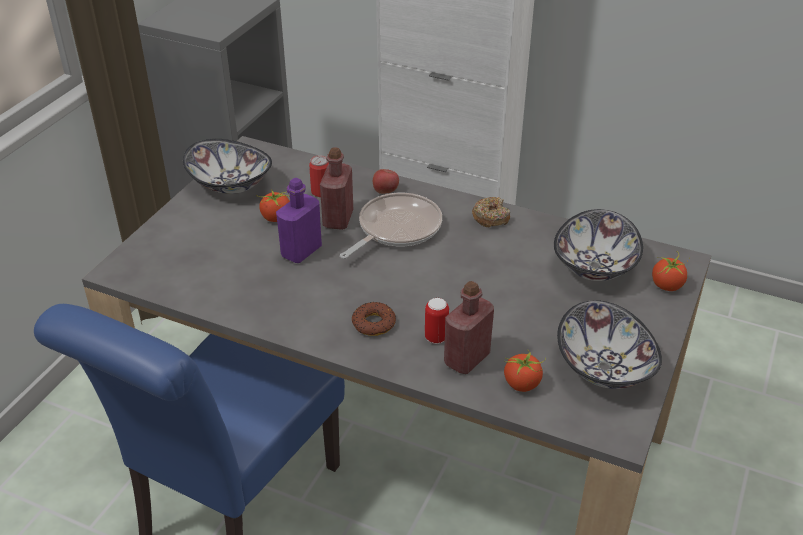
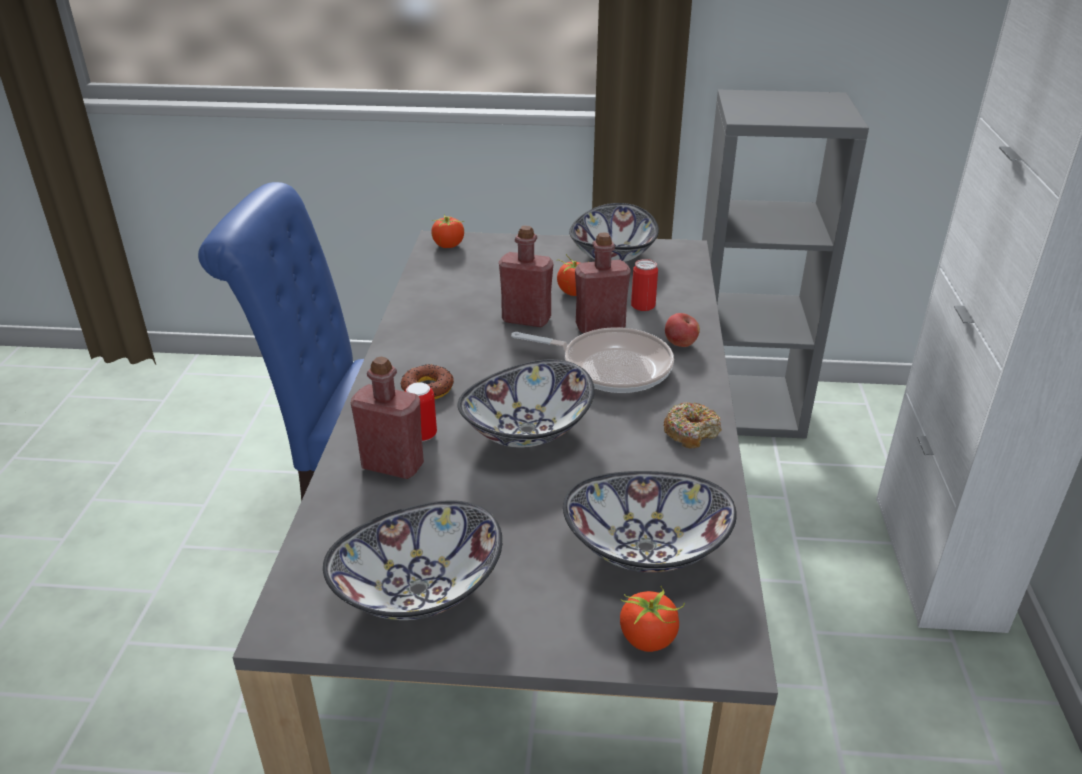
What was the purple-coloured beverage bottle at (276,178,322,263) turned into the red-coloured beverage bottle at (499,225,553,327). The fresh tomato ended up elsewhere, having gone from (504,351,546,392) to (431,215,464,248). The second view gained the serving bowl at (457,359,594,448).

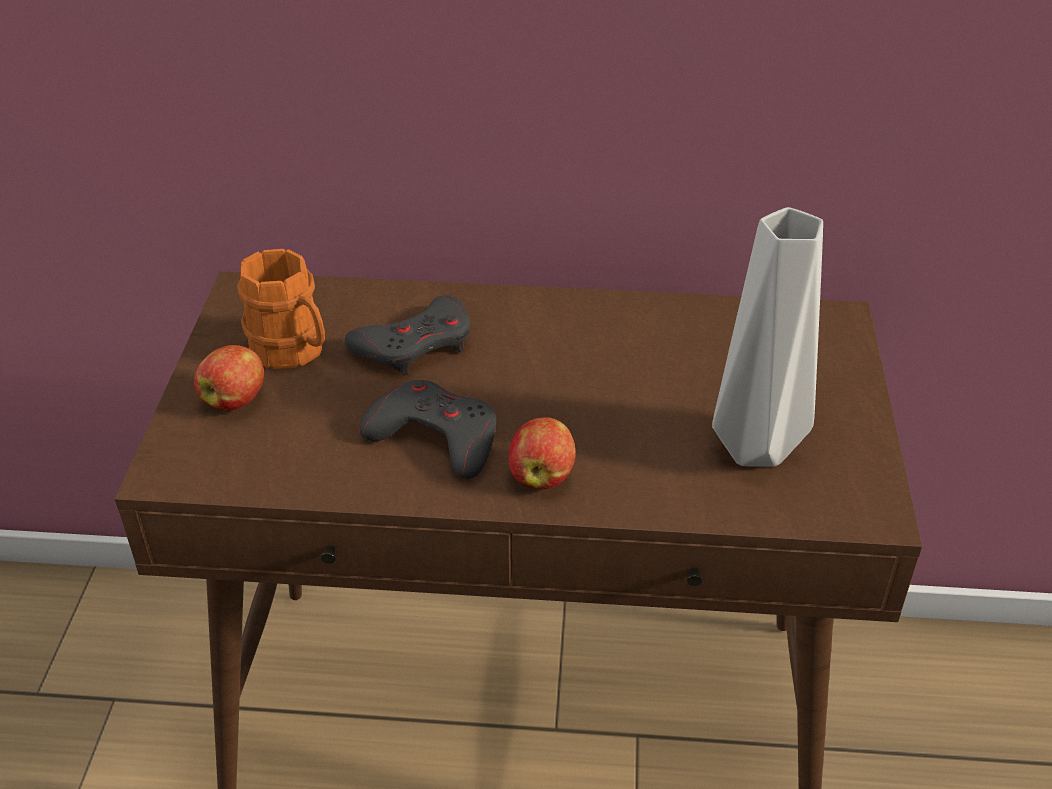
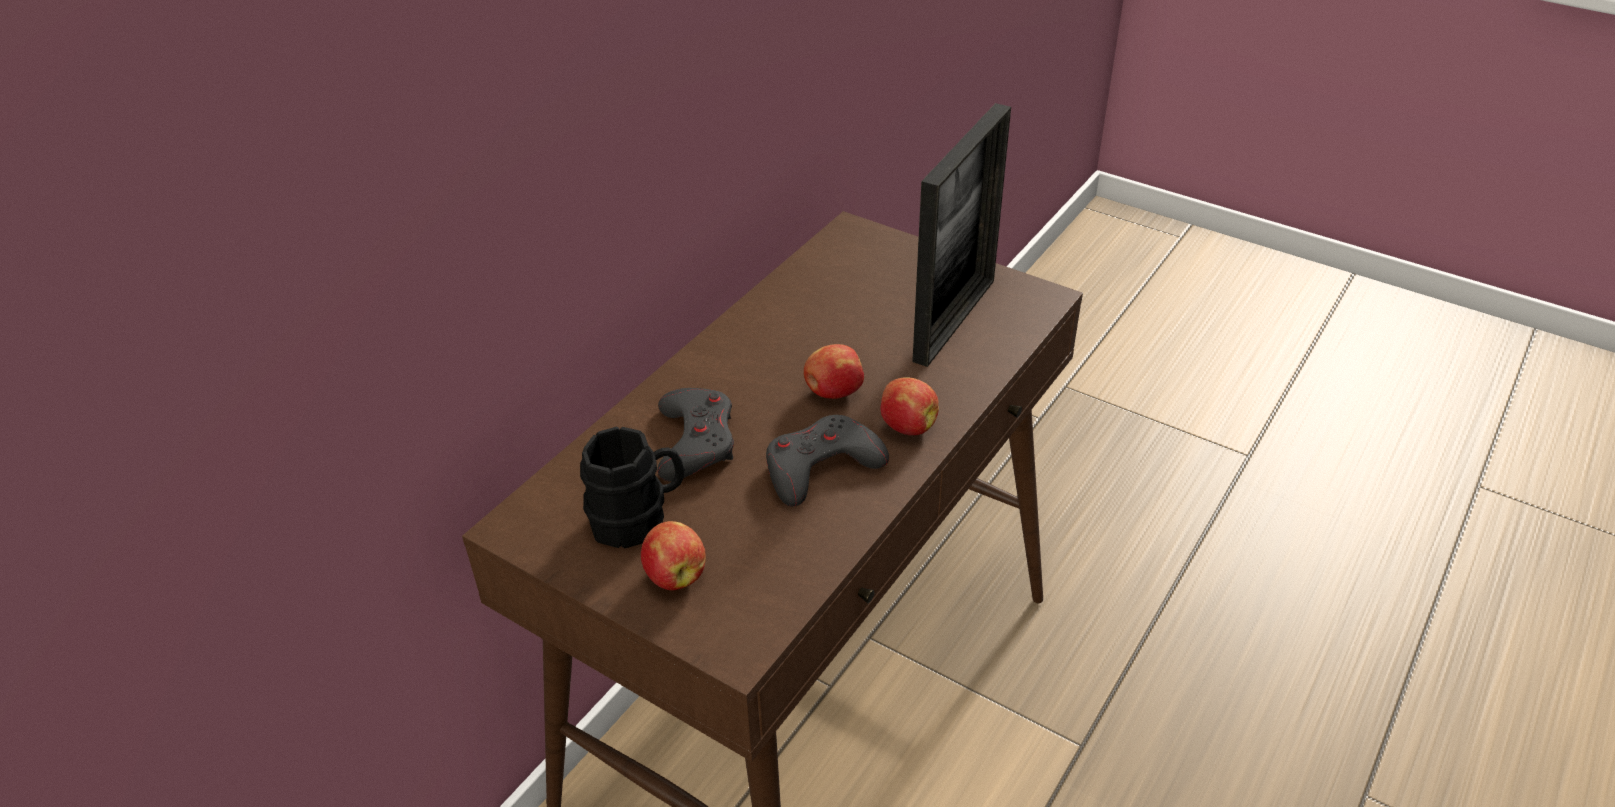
What was the orange-coloured tea mug at (237,249,325,369) turned into the black-coloured tea mug at (580,427,684,548). Where the greyish flower vase stood at (712,207,823,467), the standing frame came to stand at (912,103,1011,367). The second view gained the whole apple at (804,344,864,399).

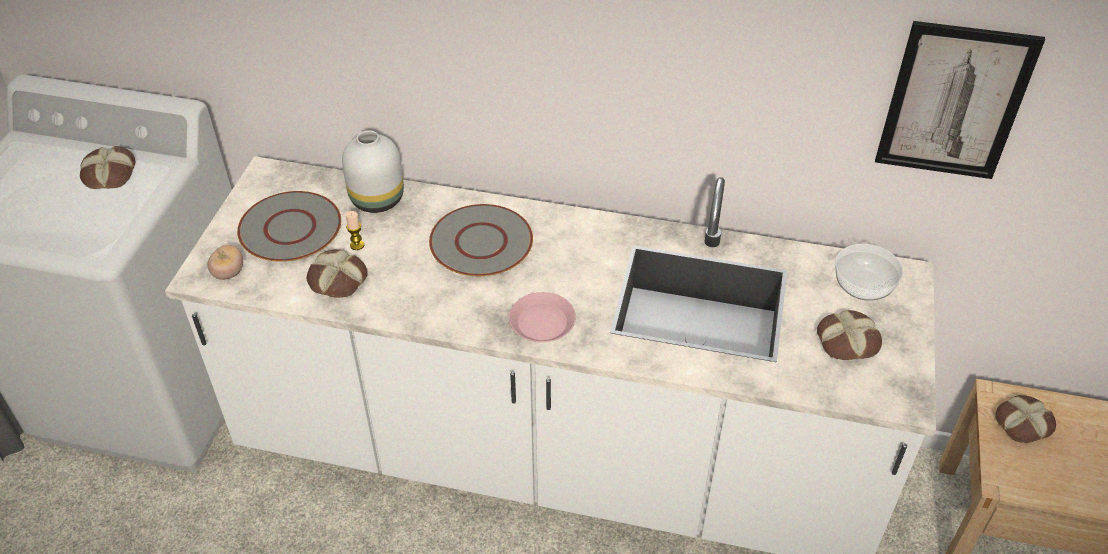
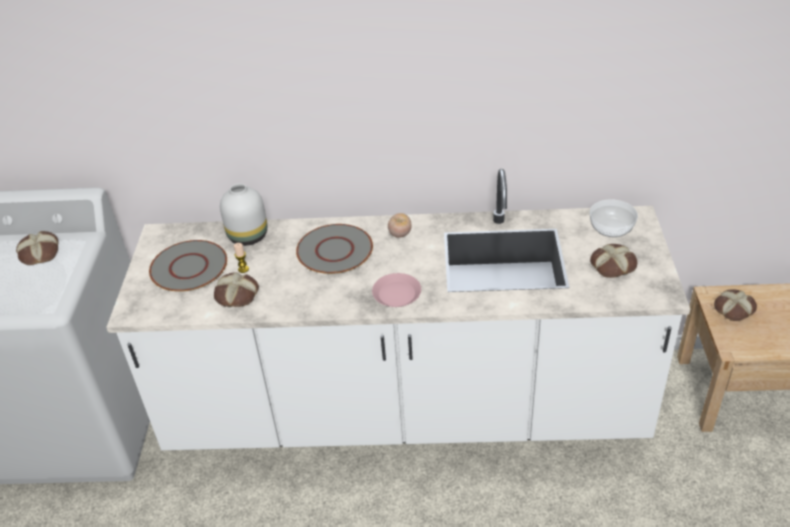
The fresh tomato ended up elsewhere, having gone from (207,245,243,280) to (388,213,412,238). The second view lost the wall picture at (875,21,1045,179).

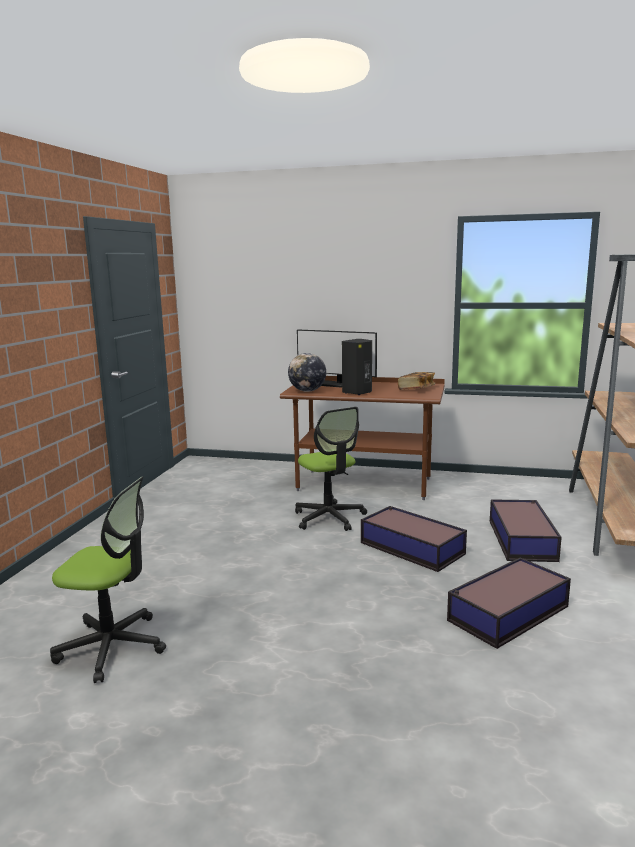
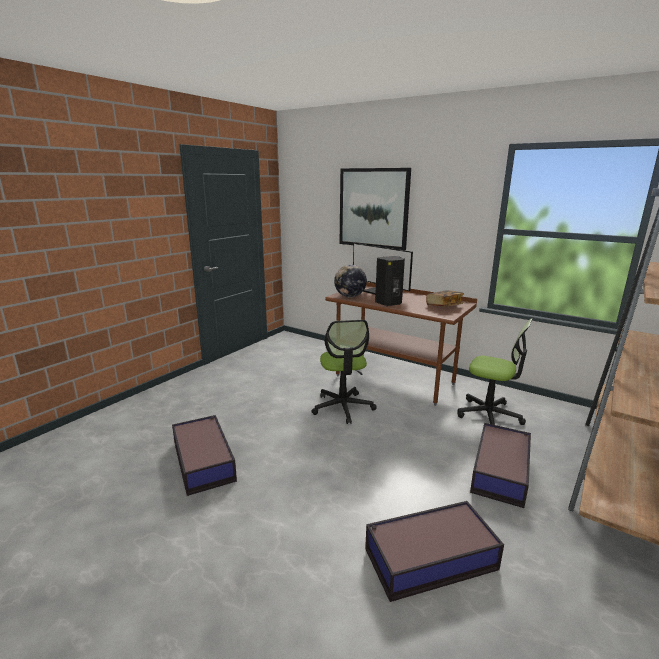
The computer chair ended up elsewhere, having gone from (50,476,166,683) to (457,318,532,425). The storage box ended up elsewhere, having gone from (361,506,467,572) to (172,415,237,496). The second view gained the wall picture at (340,168,411,250).

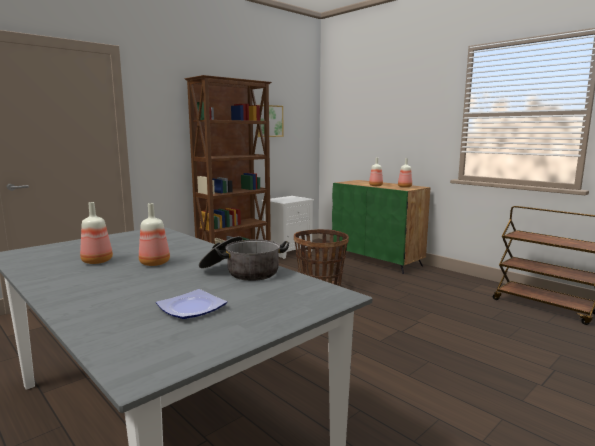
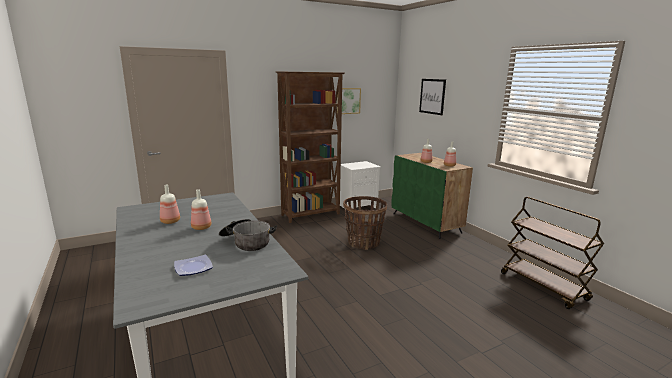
The second view gained the wall picture at (419,79,446,115).

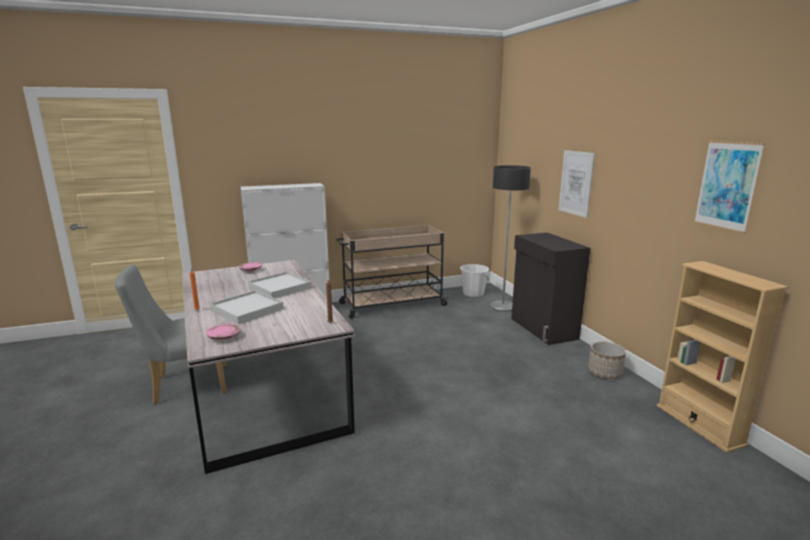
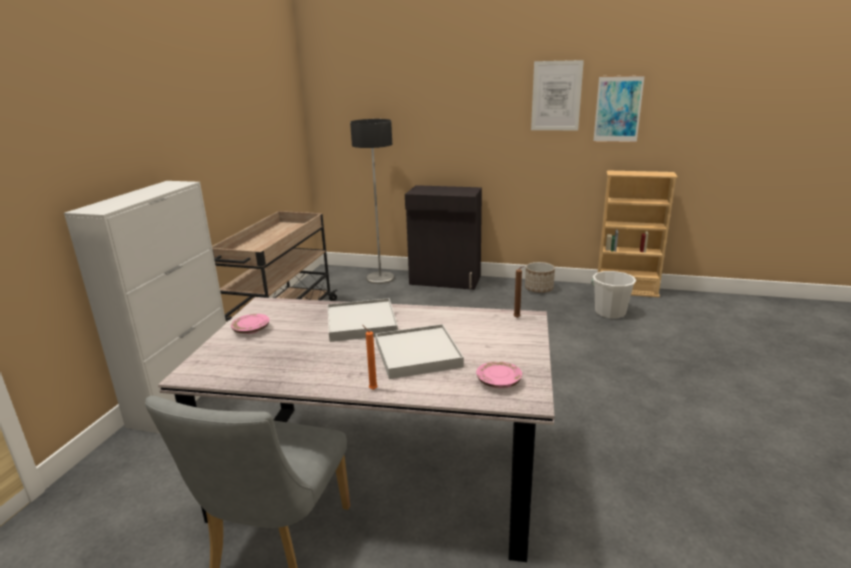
The whitish pail ended up elsewhere, having gone from (460,264,489,297) to (591,271,637,318). The wall picture ended up elsewhere, having gone from (559,150,595,218) to (531,60,584,130).

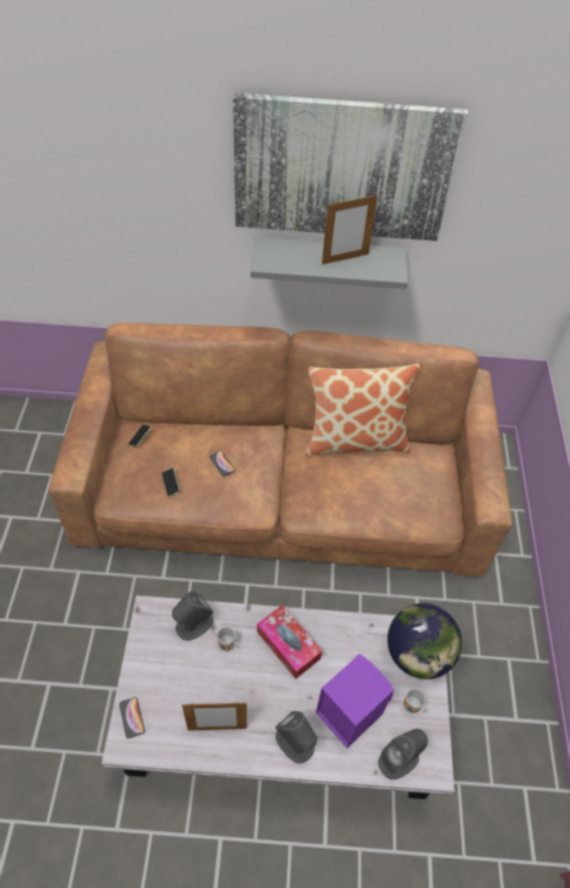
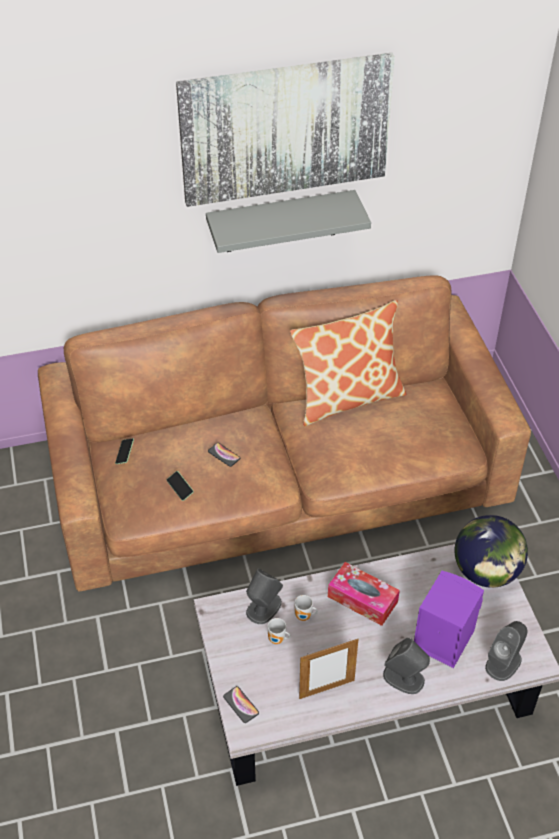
The second view lost the standing frame at (322,194,378,265). The tea mug ended up elsewhere, having gone from (404,688,427,713) to (268,618,291,644).

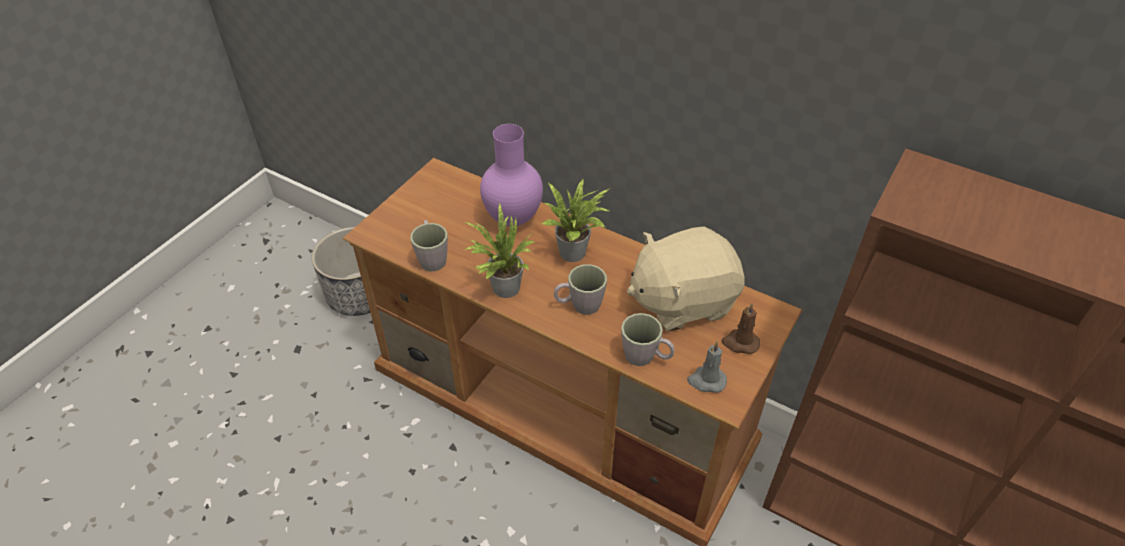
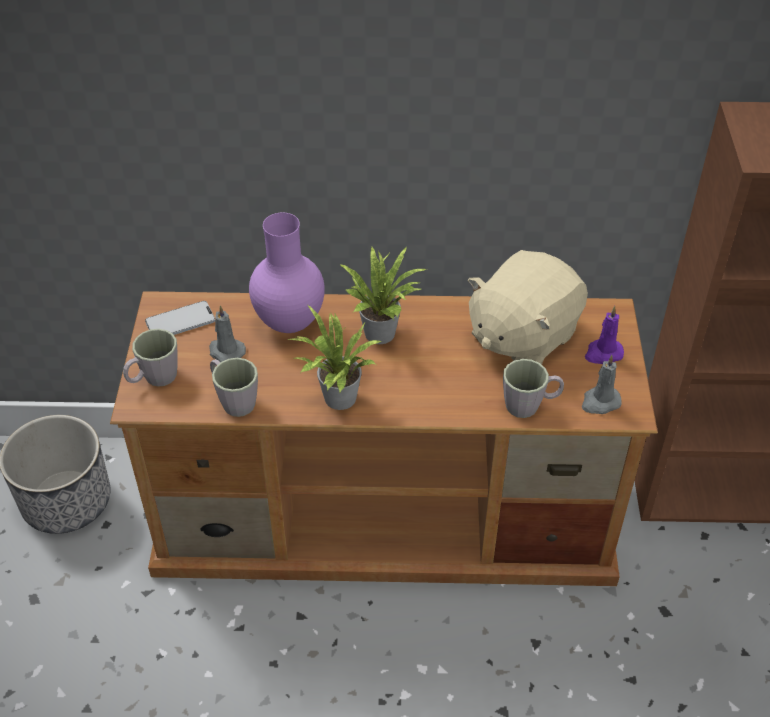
The greyish tea mug ended up elsewhere, having gone from (554,264,607,315) to (123,329,178,387). What was the brown-coloured wax light at (721,303,760,354) turned into the purple-coloured wax light at (585,306,624,364). The second view gained the handset at (145,301,215,335). The second view gained the greyish wax light at (209,305,246,362).

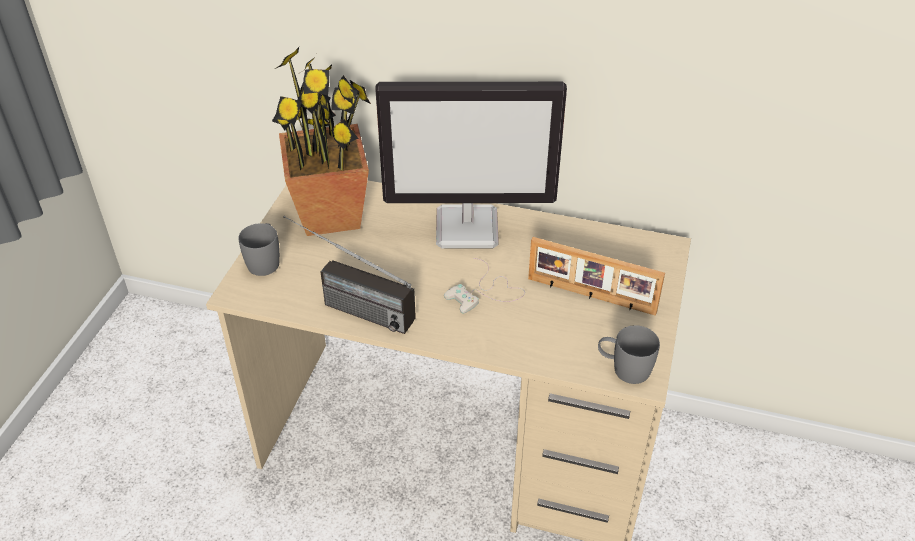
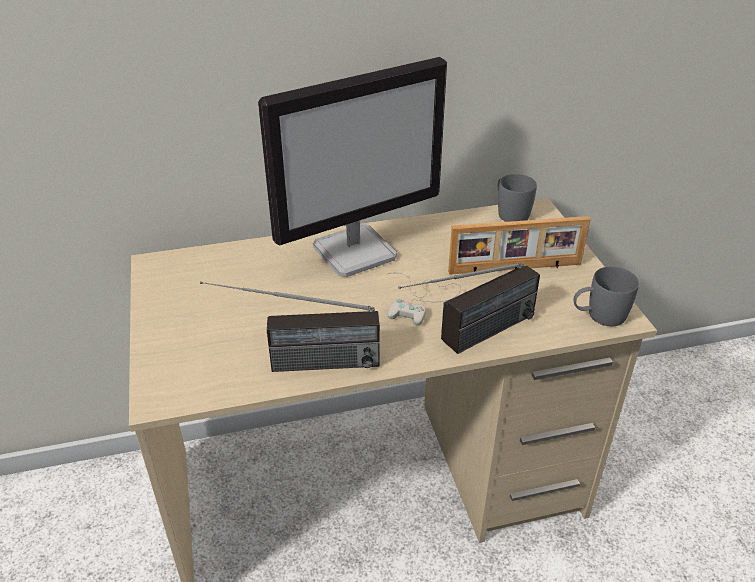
The greyish tea mug ended up elsewhere, having gone from (238,223,280,276) to (498,174,537,222). The second view lost the potted plant at (272,47,371,236). The second view gained the radio set at (398,263,540,354).

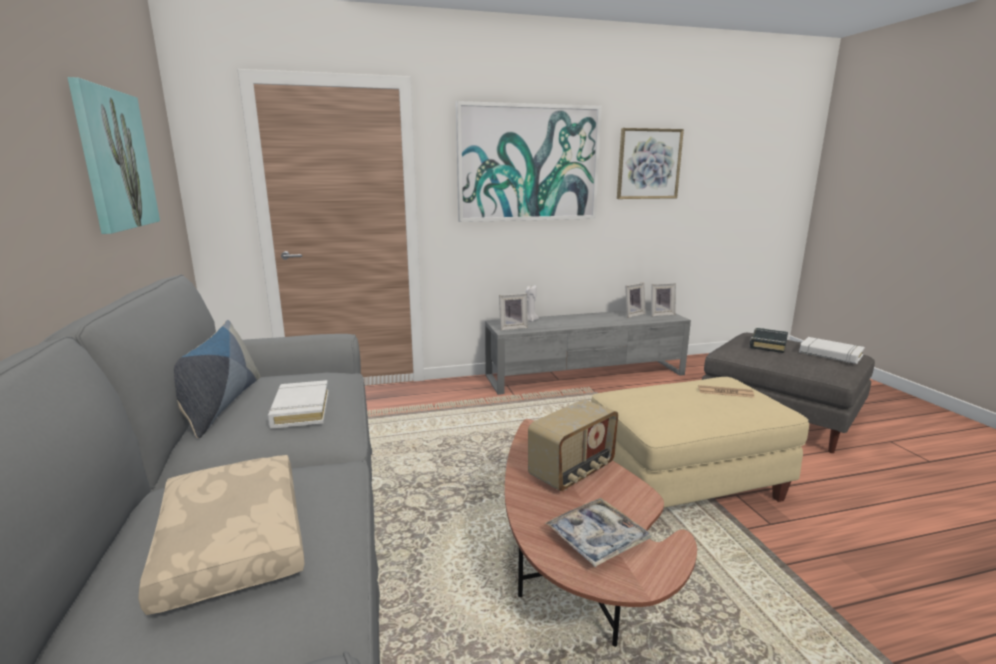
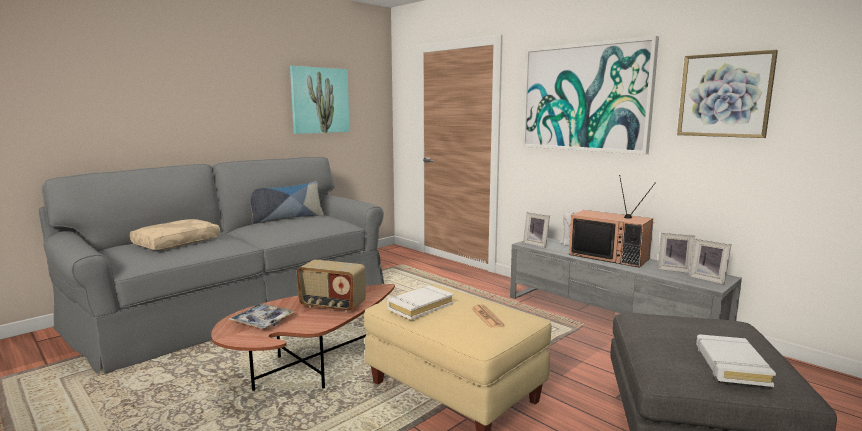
The whitish book ended up elsewhere, having gone from (268,380,329,429) to (387,285,453,320). The second view lost the black-coloured book at (750,328,788,353). The second view gained the television at (569,175,656,268).

